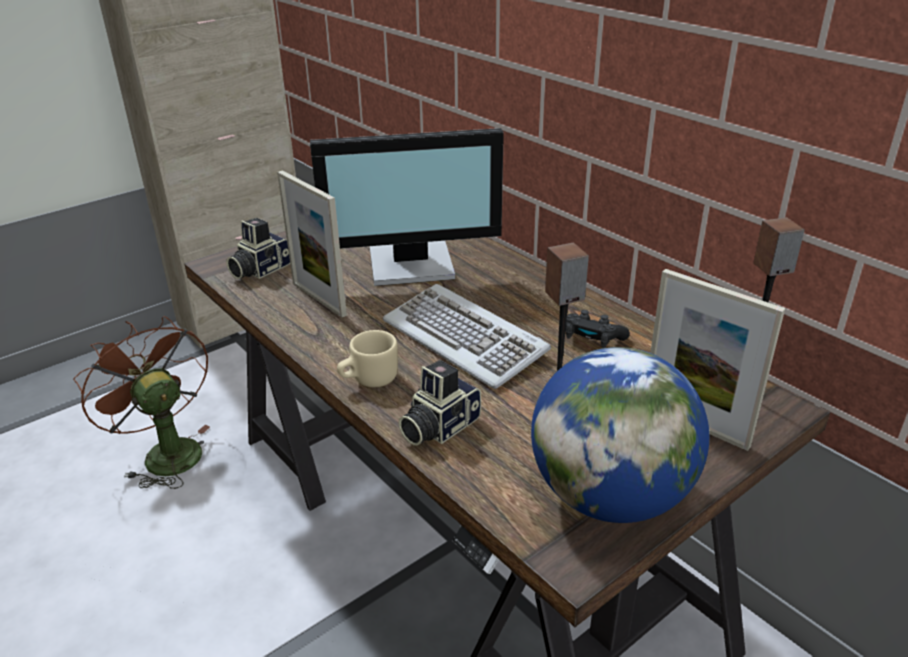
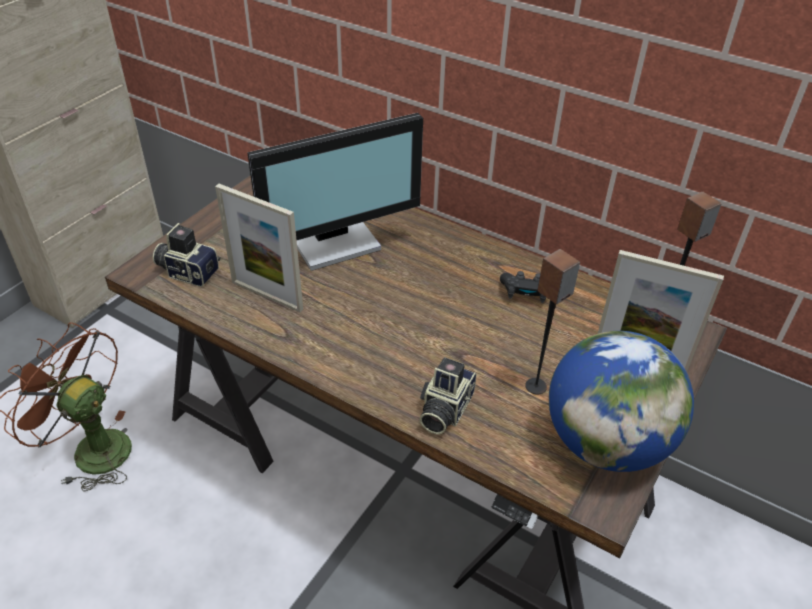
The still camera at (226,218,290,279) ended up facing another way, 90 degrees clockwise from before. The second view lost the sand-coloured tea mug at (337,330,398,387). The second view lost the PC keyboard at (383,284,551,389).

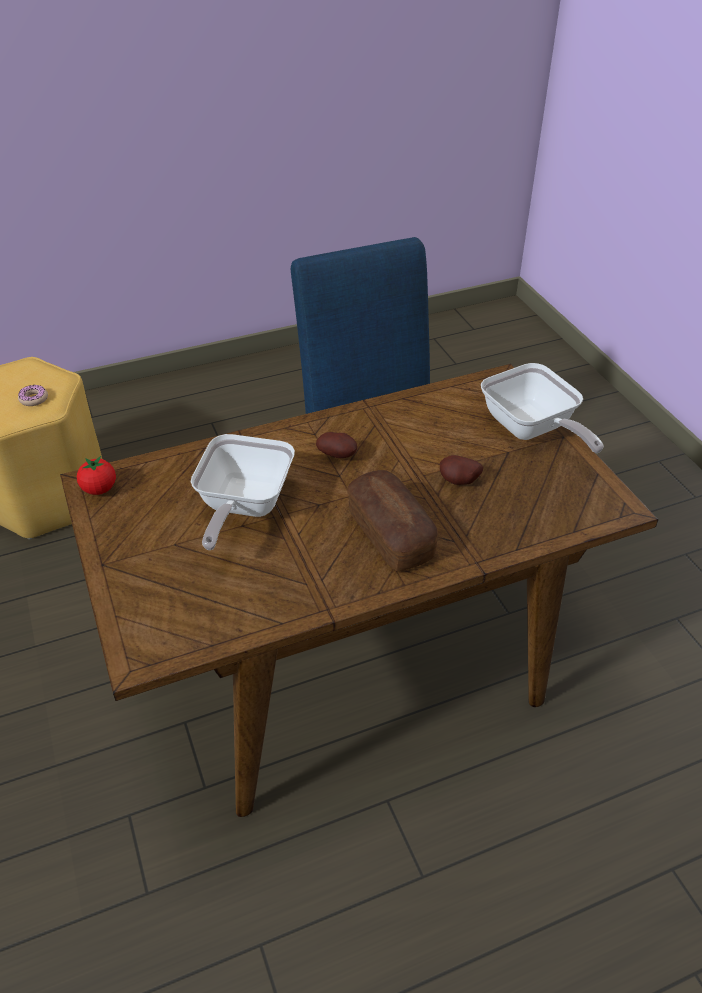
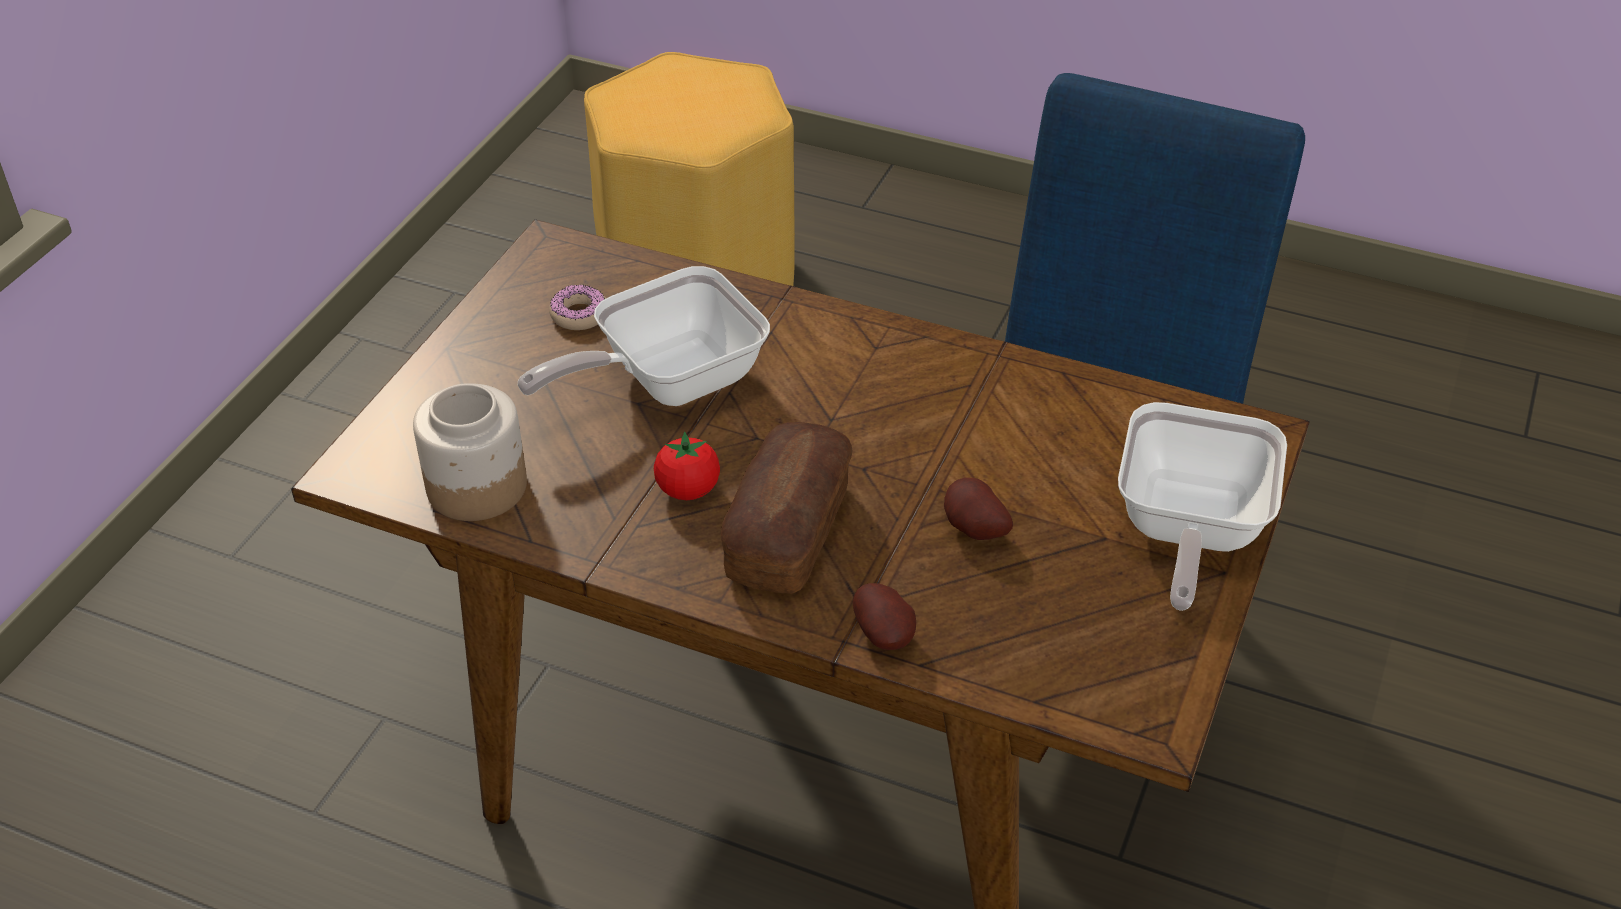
The ring doughnut ended up elsewhere, having gone from (18,385,48,406) to (549,284,606,330). The fresh tomato ended up elsewhere, having gone from (77,456,116,495) to (654,432,720,500). The spud ended up elsewhere, having gone from (316,432,357,458) to (853,583,916,650). The second view gained the preserve jar at (413,383,527,521).

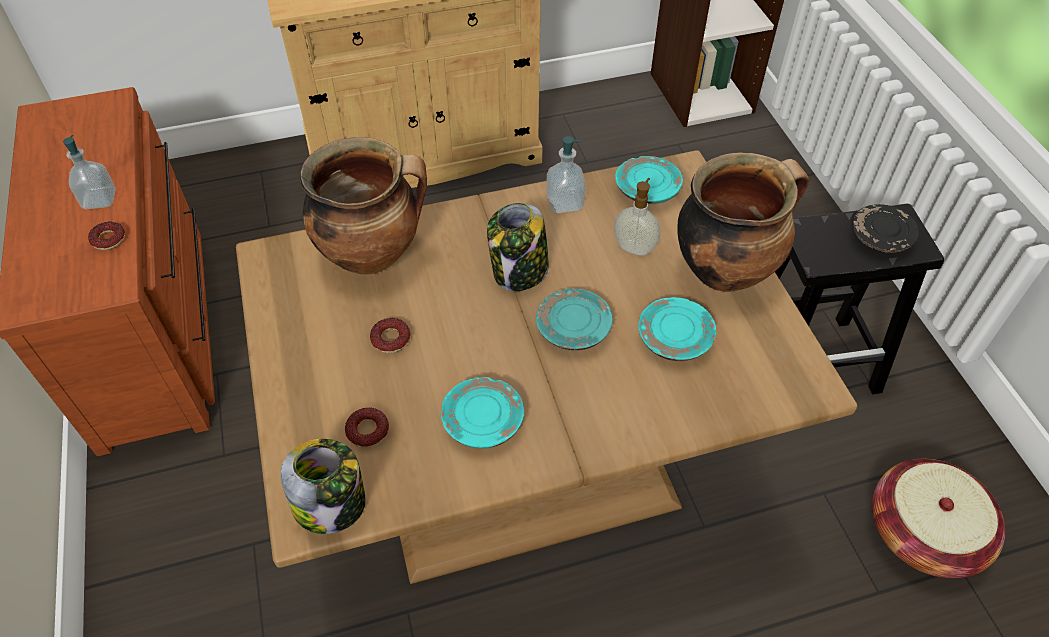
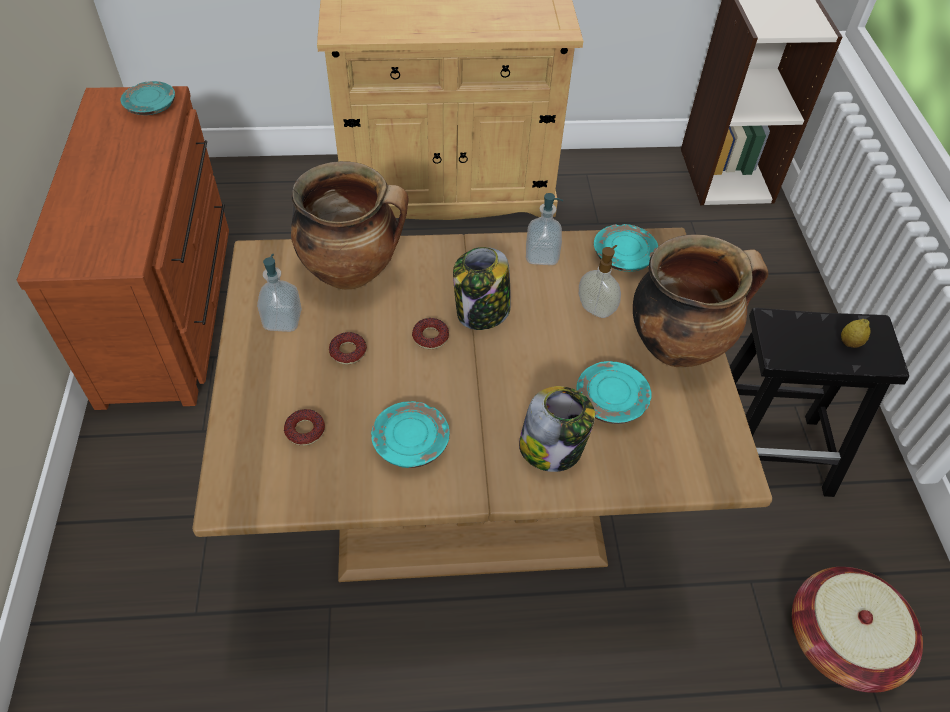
The soap dispenser ended up elsewhere, having gone from (63,135,116,209) to (257,254,302,332). The ring doughnut ended up elsewhere, having gone from (88,222,125,250) to (412,318,449,349). The preserve jar ended up elsewhere, having gone from (280,439,366,534) to (519,386,595,472). The turquoise flat dish ended up elsewhere, having gone from (536,289,613,351) to (121,81,175,115). Where the black-coloured flat dish stood at (853,204,919,253), the lemon came to stand at (841,319,871,348).

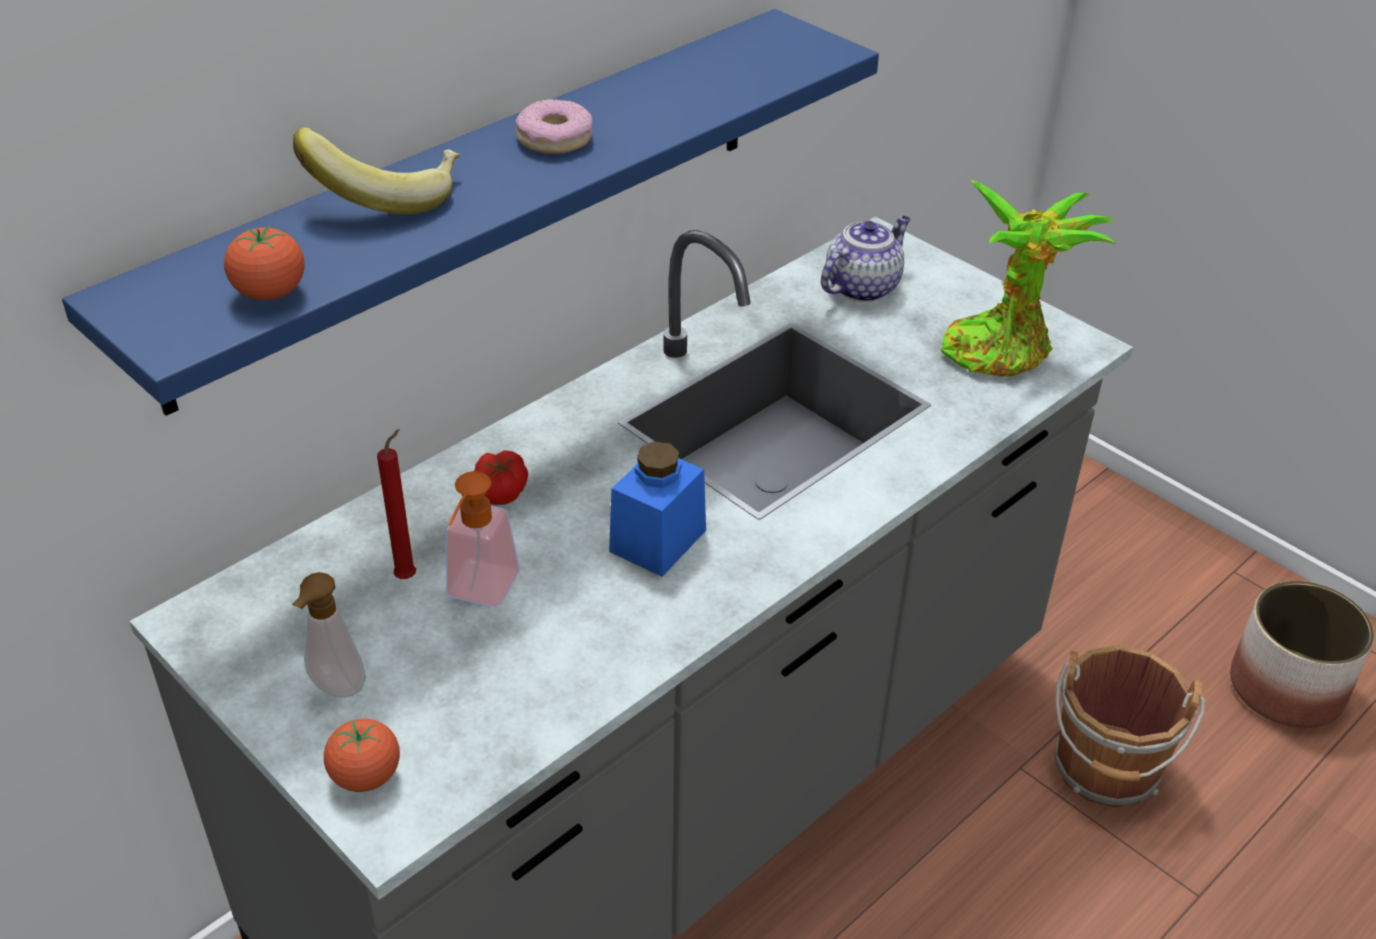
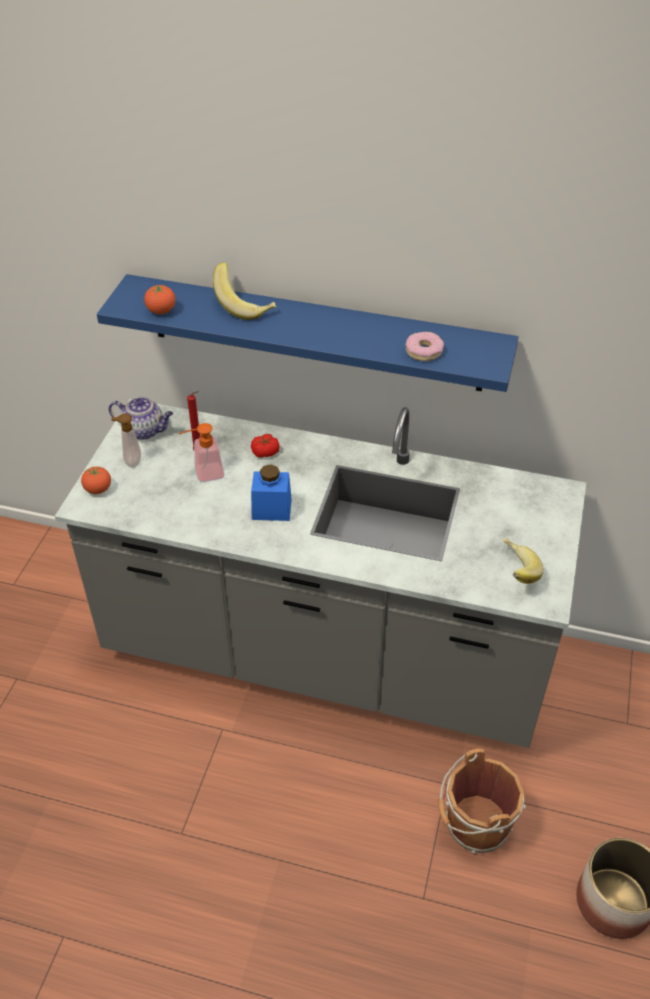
The ring doughnut ended up elsewhere, having gone from (515,99,592,154) to (405,332,444,361). The tea pot ended up elsewhere, having gone from (821,216,911,302) to (108,397,173,440). Where the potted plant stood at (941,180,1116,377), the whole banana came to stand at (503,538,544,584).

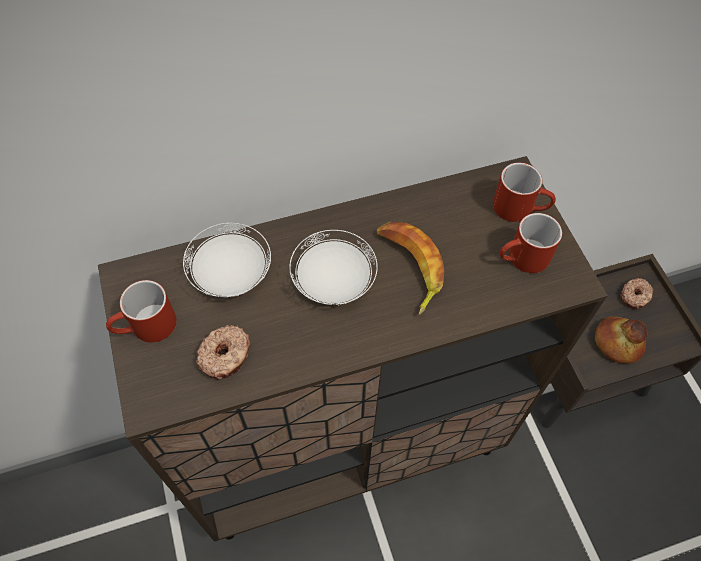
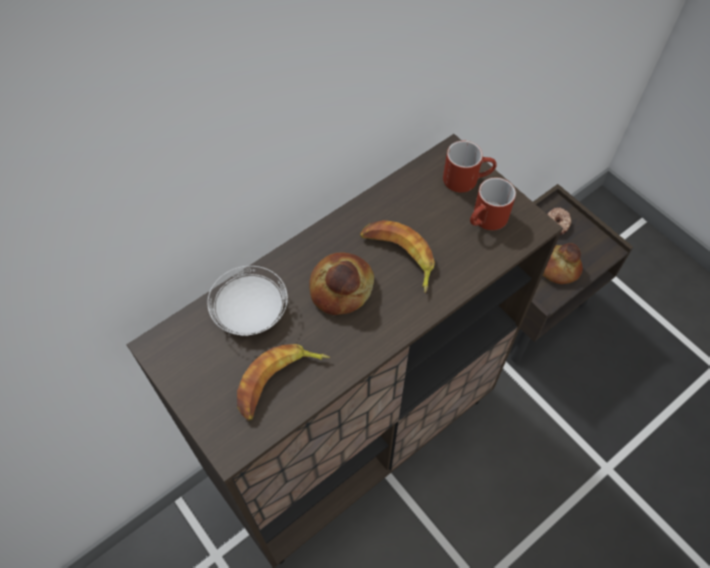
The second view lost the red-coloured tea mug at (106,280,177,343). Where the ring doughnut stood at (196,325,250,379), the whole banana came to stand at (237,344,330,421). Where the whitish flat dish stood at (289,230,378,306), the bread came to stand at (309,252,374,315).

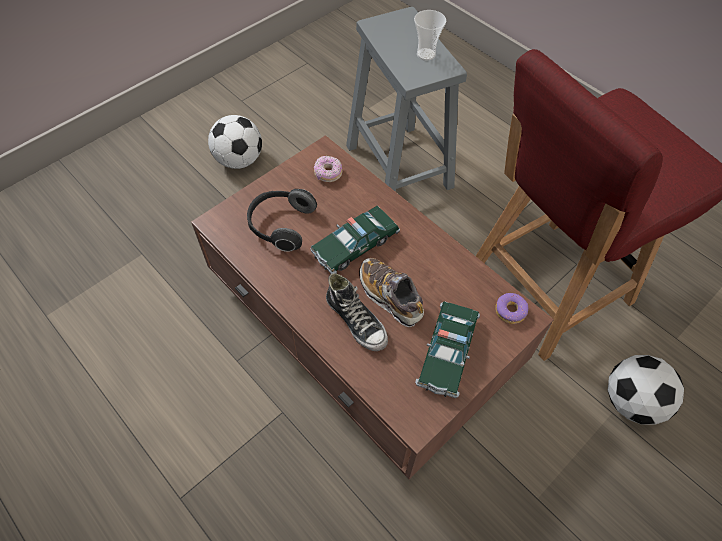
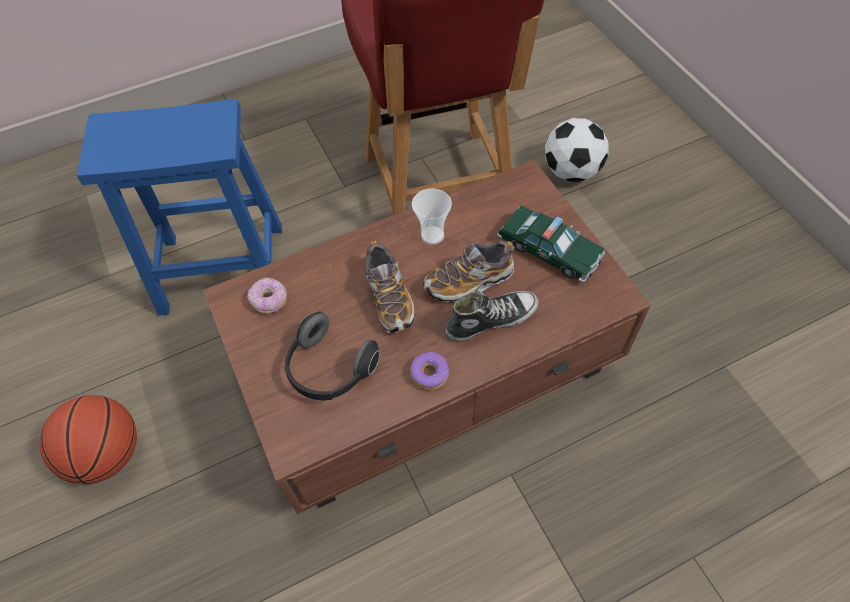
Where the football stood at (208,115,262,169), the basketball came to stand at (39,395,137,484). Where the model car stood at (310,206,400,274), the low shoe came to stand at (365,240,415,333). What was the greyish stool at (346,7,467,192) turned into the blue-coloured stool at (77,99,282,315). The cup ended up elsewhere, having gone from (414,10,446,61) to (412,188,452,245). The ring doughnut ended up elsewhere, having gone from (495,293,528,324) to (410,352,449,390).

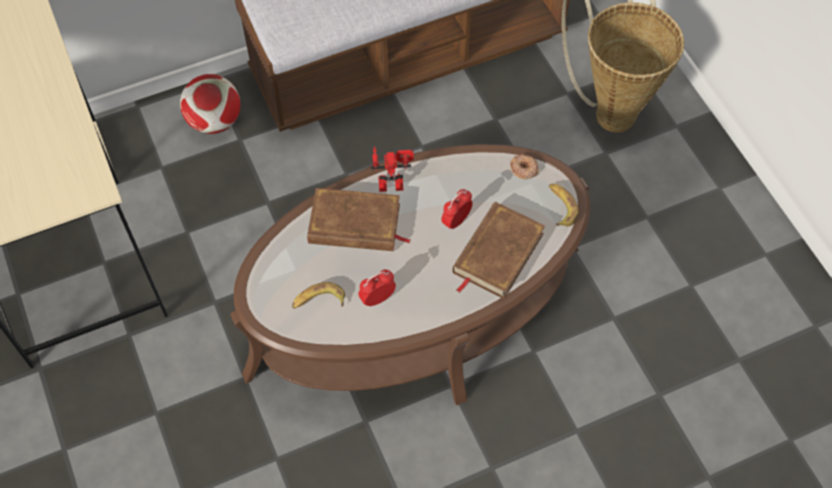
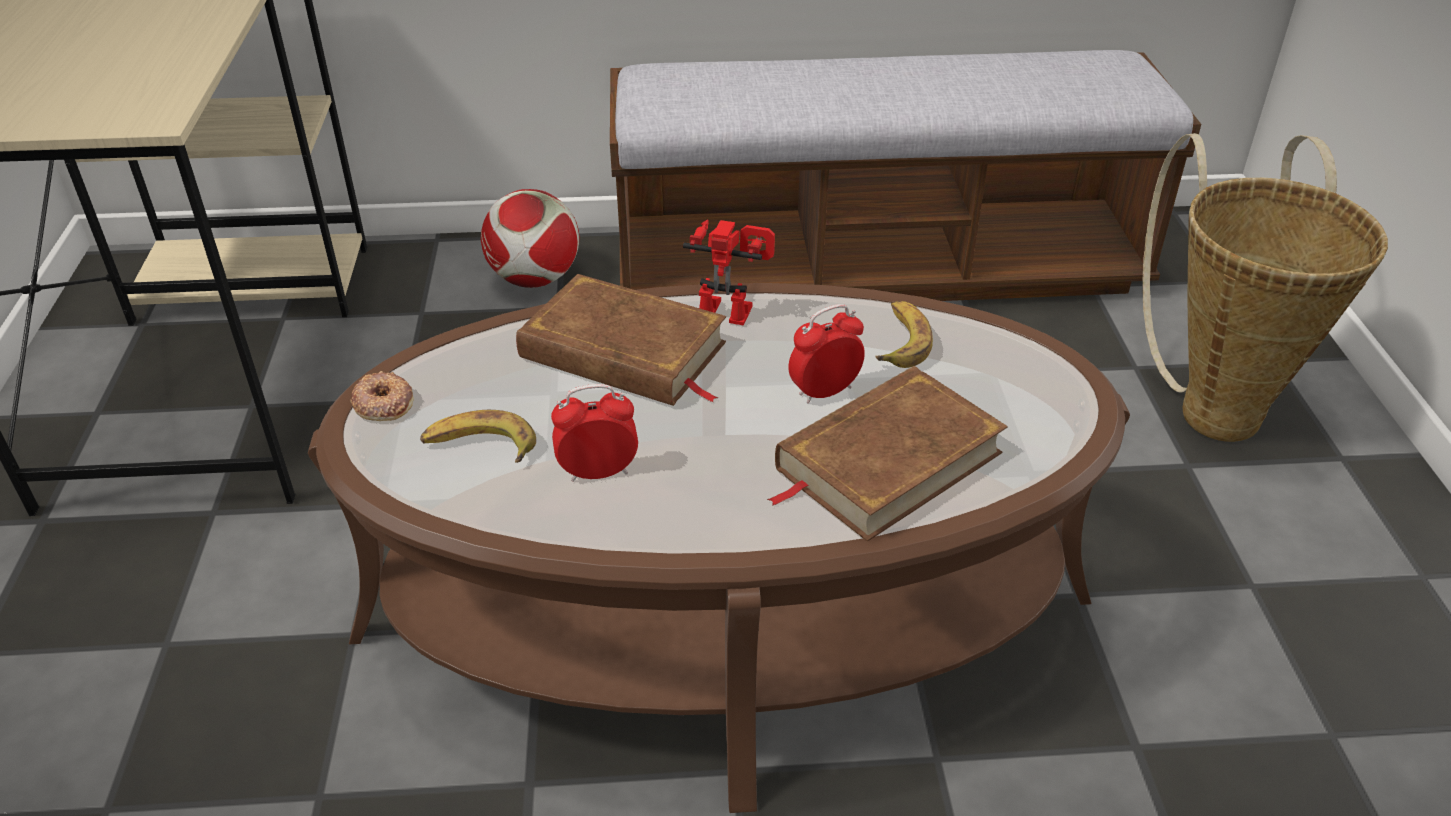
The ring doughnut ended up elsewhere, having gone from (510,154,539,179) to (350,371,414,421). The whole banana ended up elsewhere, having gone from (549,184,579,226) to (875,301,933,368).

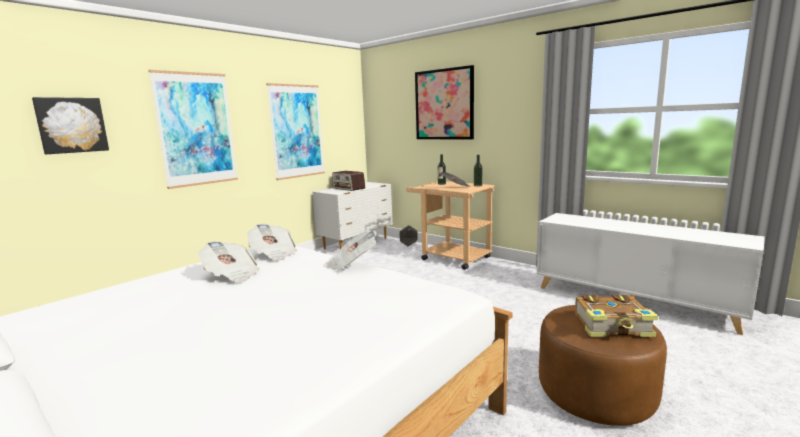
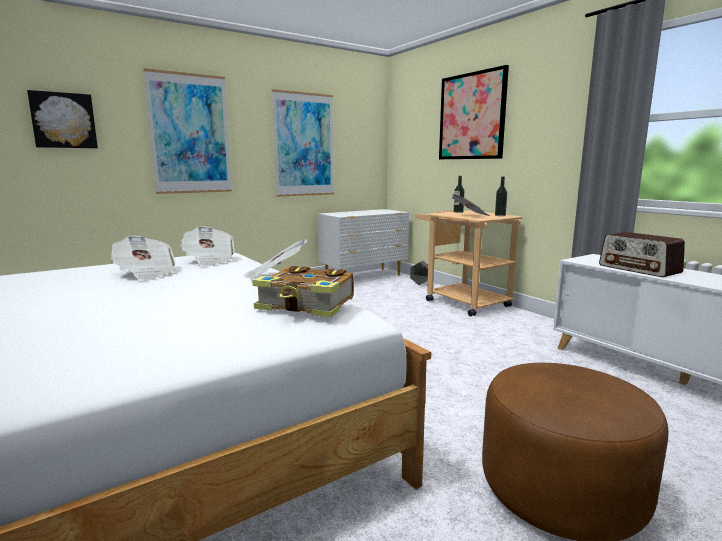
The radio set ended up elsewhere, having gone from (332,171,365,191) to (599,232,685,277). The book ended up elsewhere, having gone from (575,295,658,337) to (252,266,354,318).

